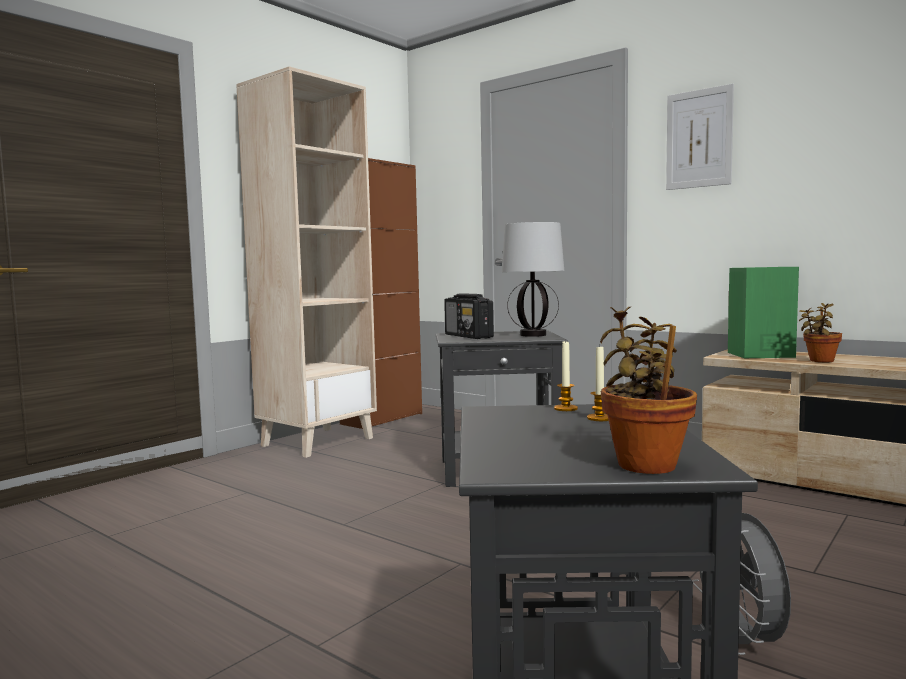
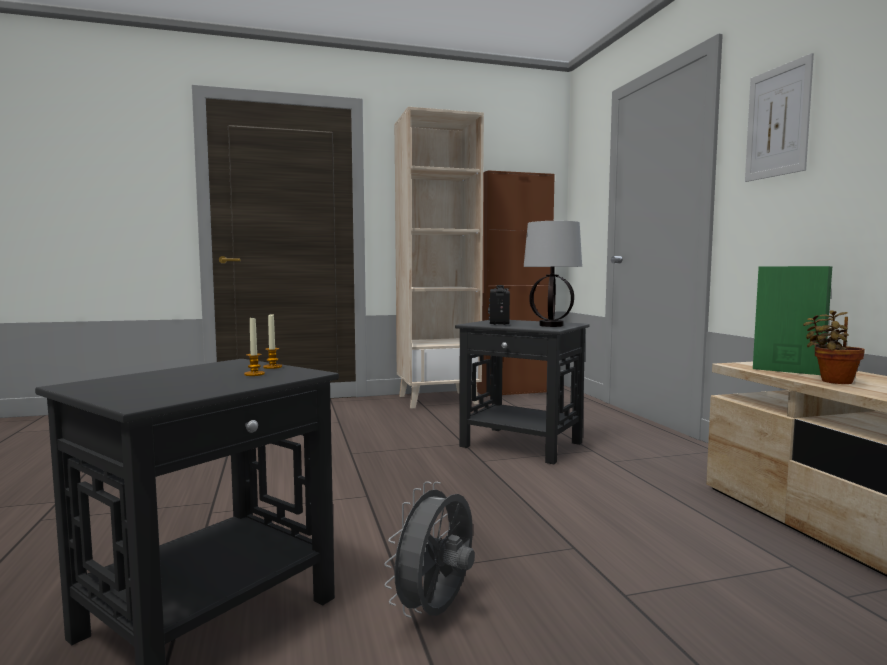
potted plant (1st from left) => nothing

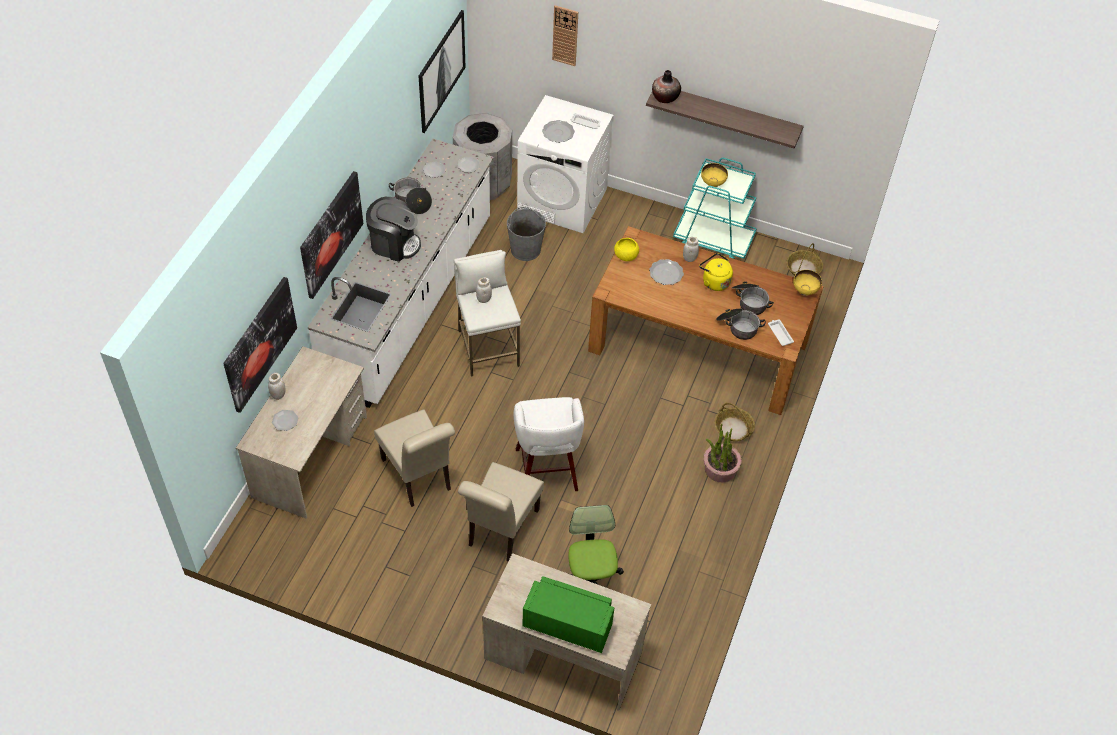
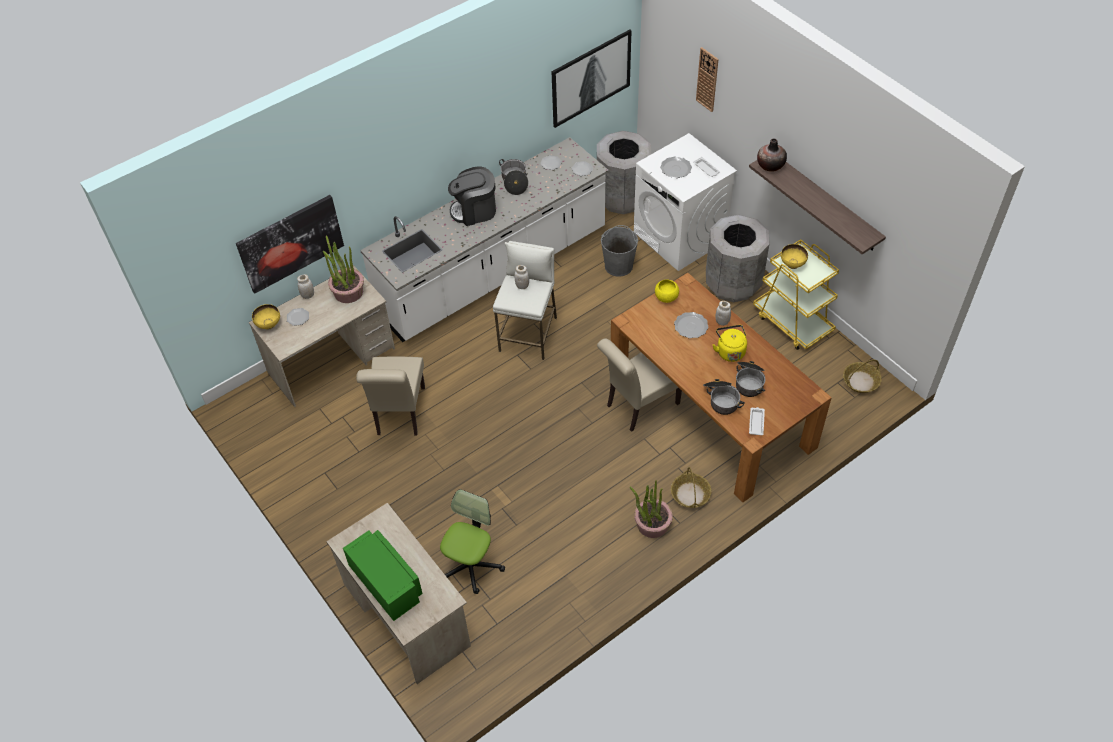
picture (2nd from left) => nothing
white stool (2nd from left) => nothing
nothing => potted plant (1st from left)
nothing => grey trash can (2nd from left)
beige chair (2nd from left), moved
yellow bowl (3rd from left in the first image) => yellow bowl (1st from left), moved
turquoise cart => yellow cart
coffee machine, 120 degrees clockwise

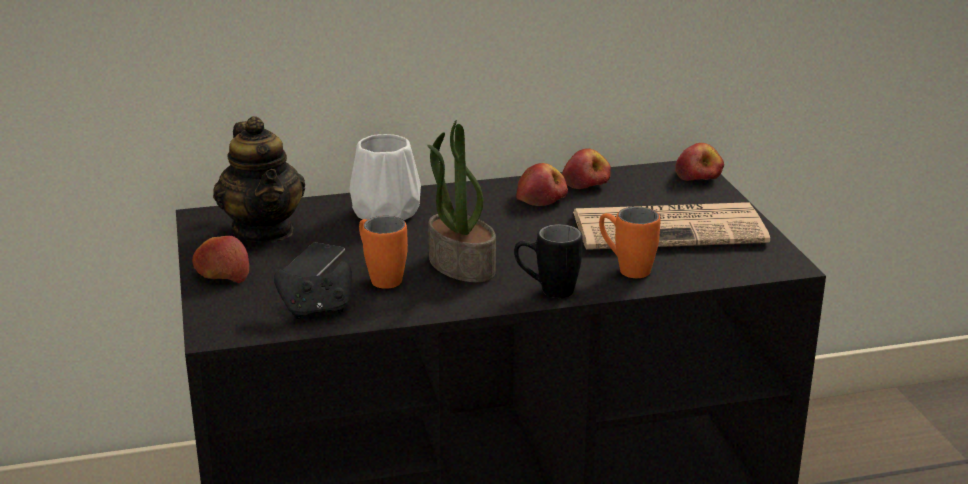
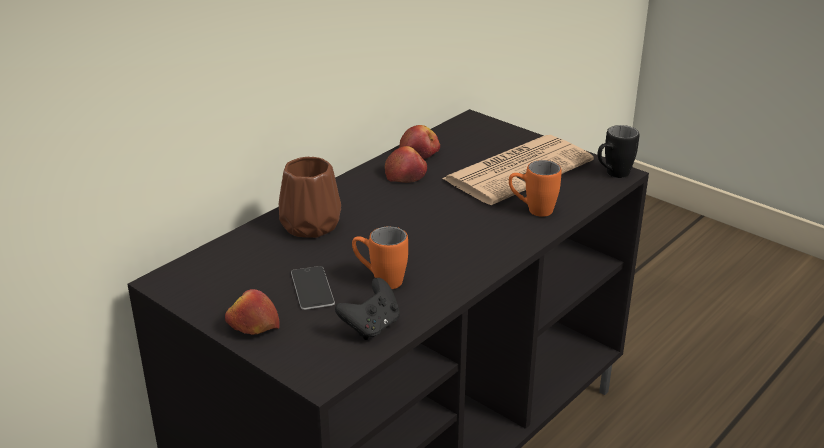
teapot => nothing
potted plant => nothing
apple (4th from left) => nothing
black mug, moved
white vase => brown vase

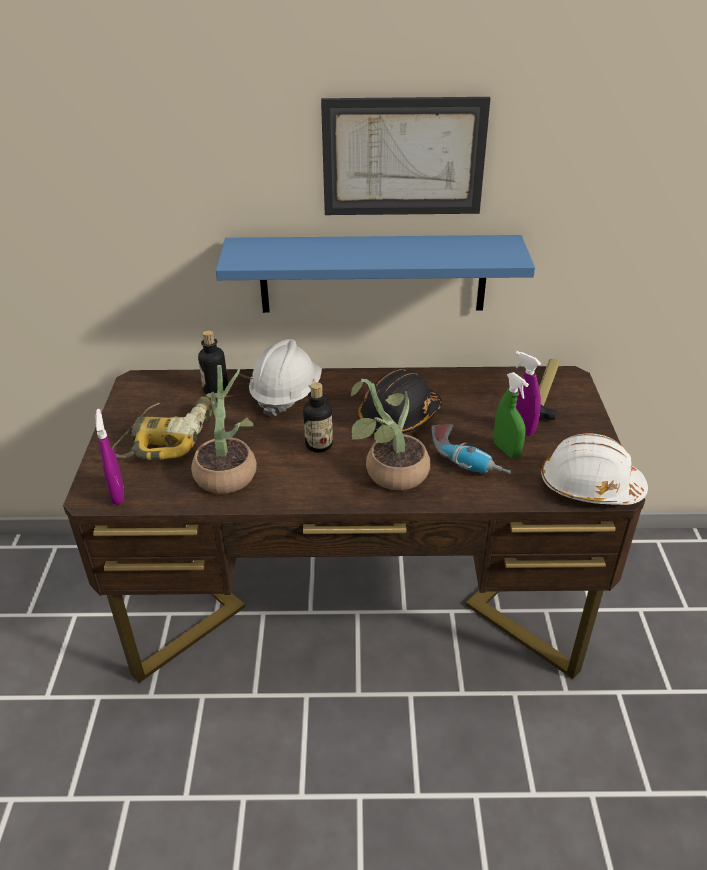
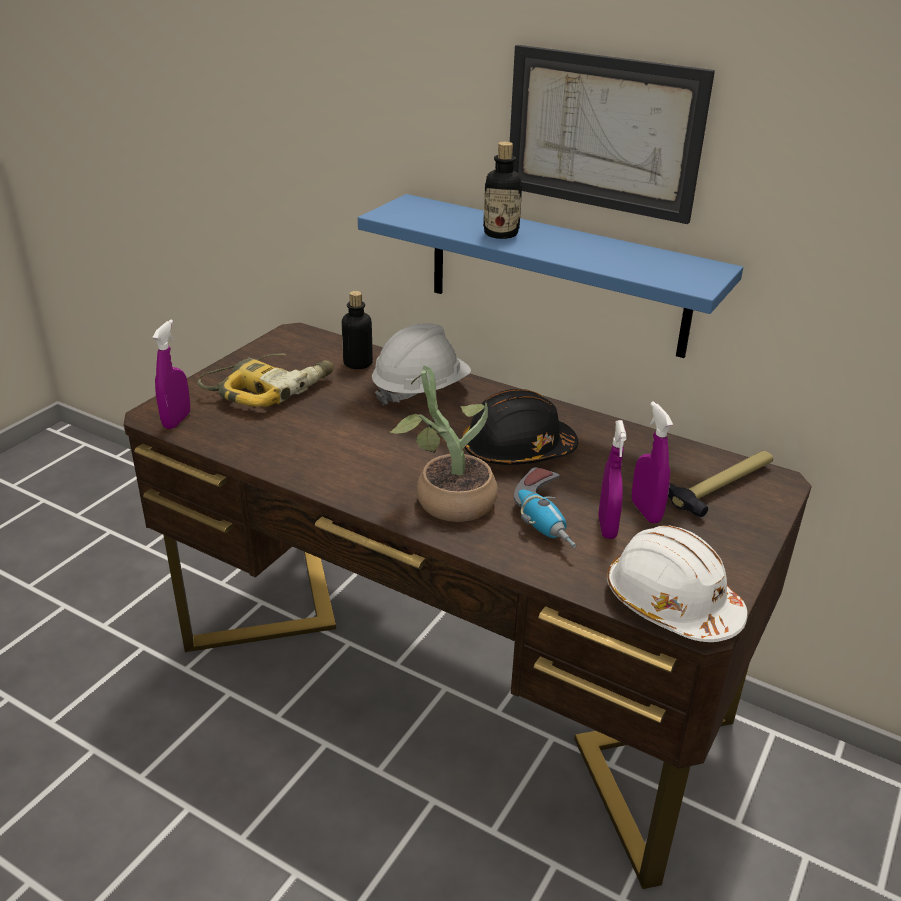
potted plant (1st from left) => nothing
bottle (2nd from left), moved
green spray bottle => purple spray bottle (2nd from left)

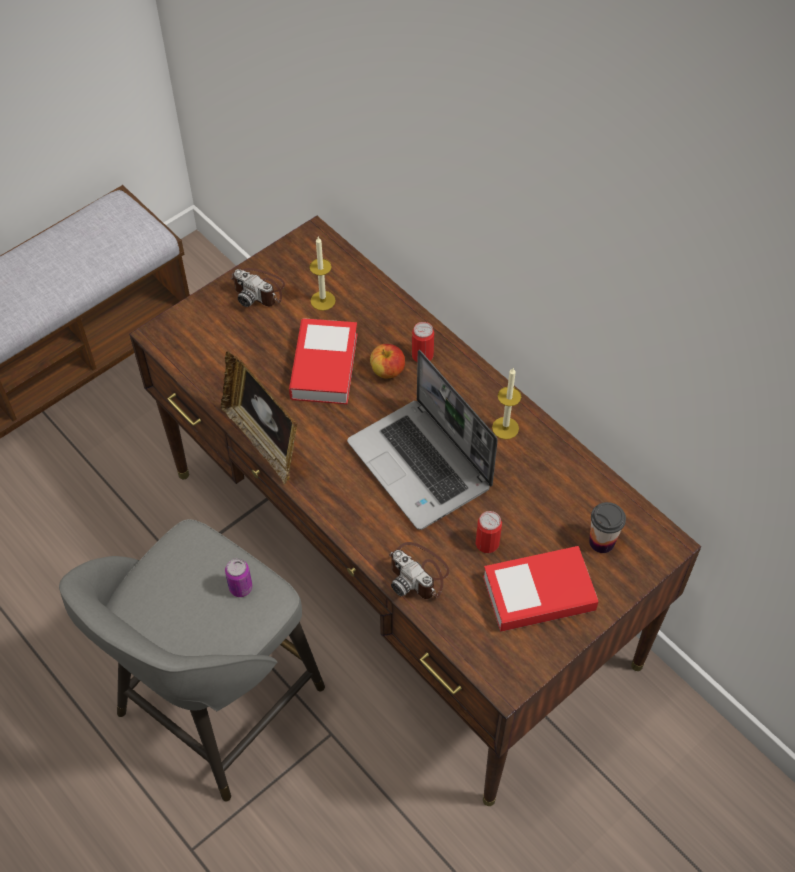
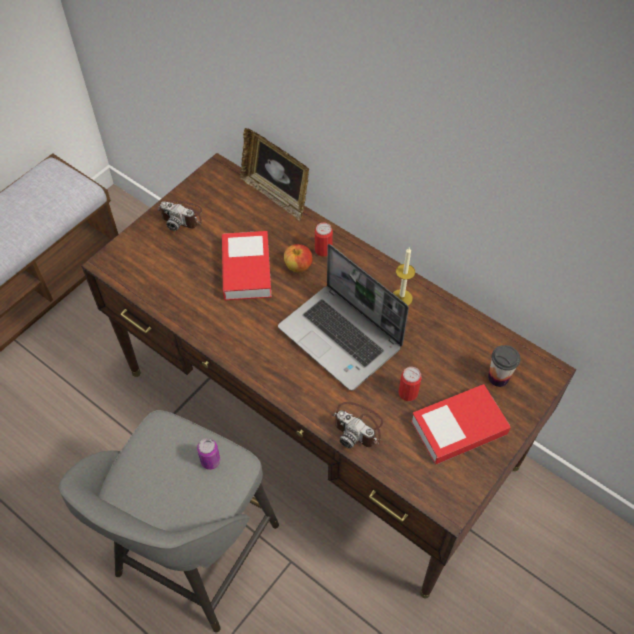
candle (1st from left) => nothing
picture frame, moved

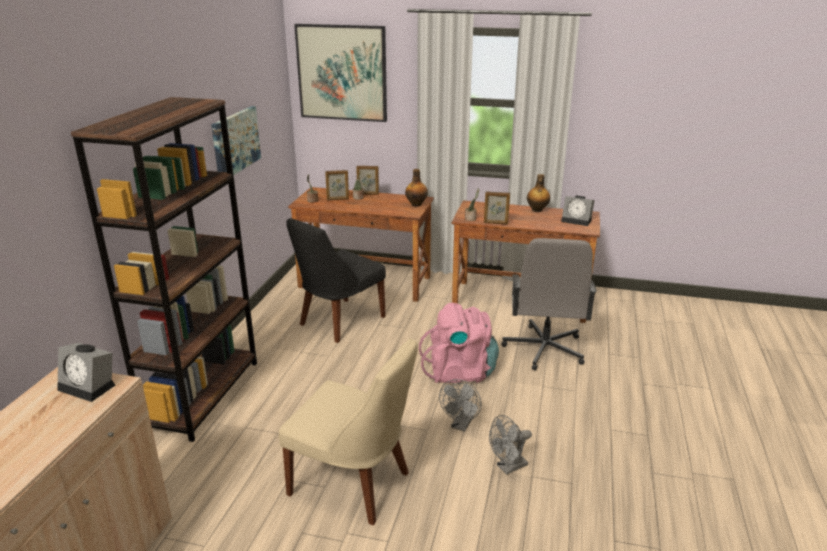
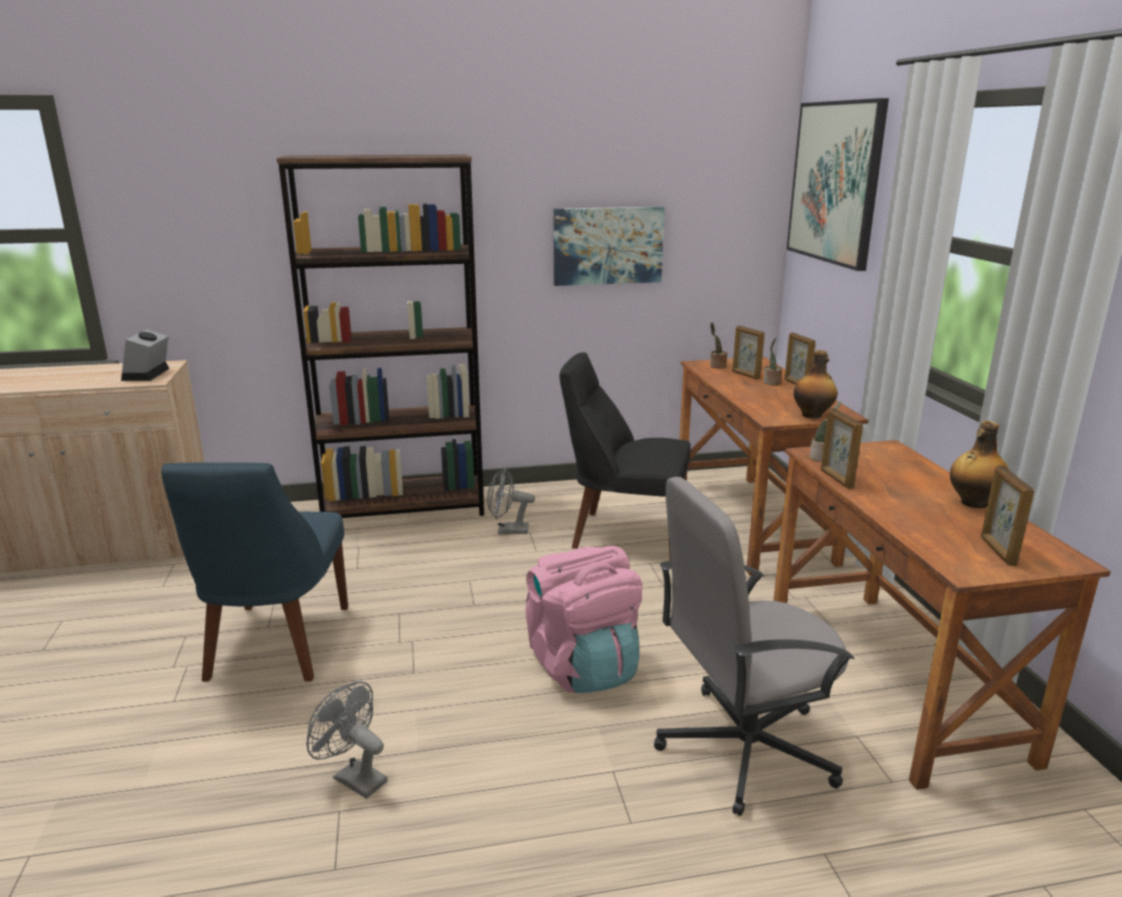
grey fan (1st from left in the first image) => grey fan (2nd from left), moved
alarm clock (2nd from left) => picture frame (4th from left)
beige chair => blue chair

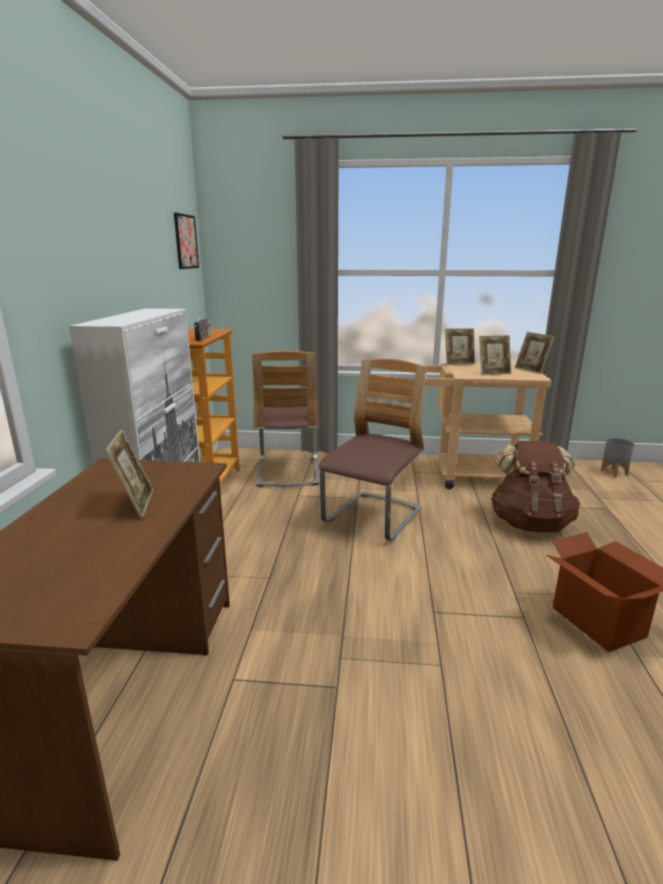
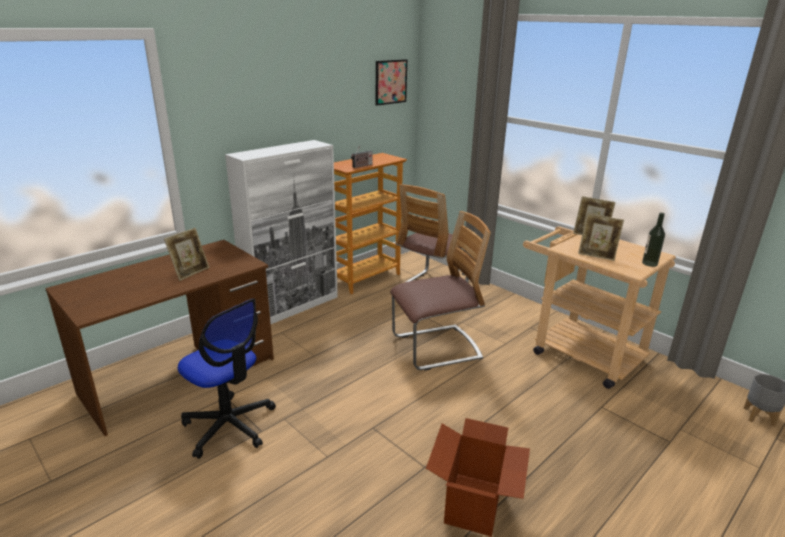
brown backpack => nothing
nothing => office chair
picture frame (4th from left) => bottle

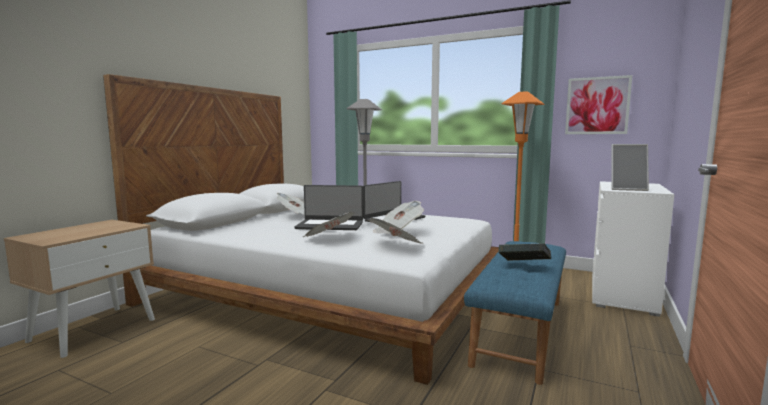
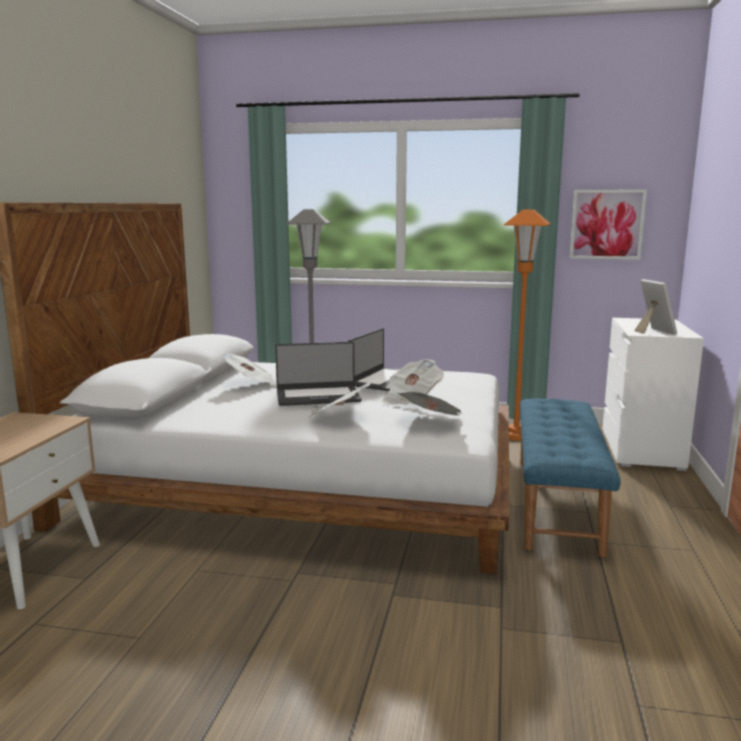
book => nothing
picture frame, 105 degrees counterclockwise

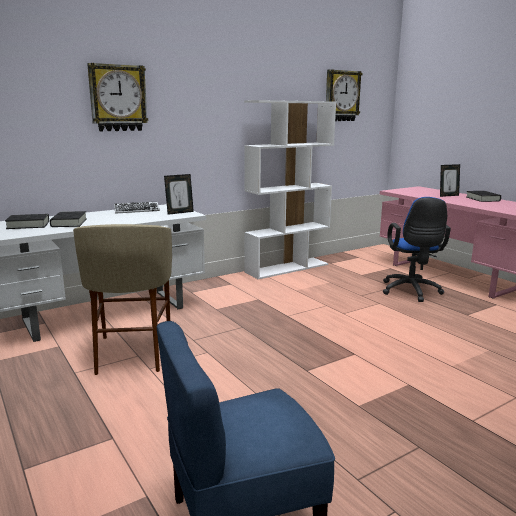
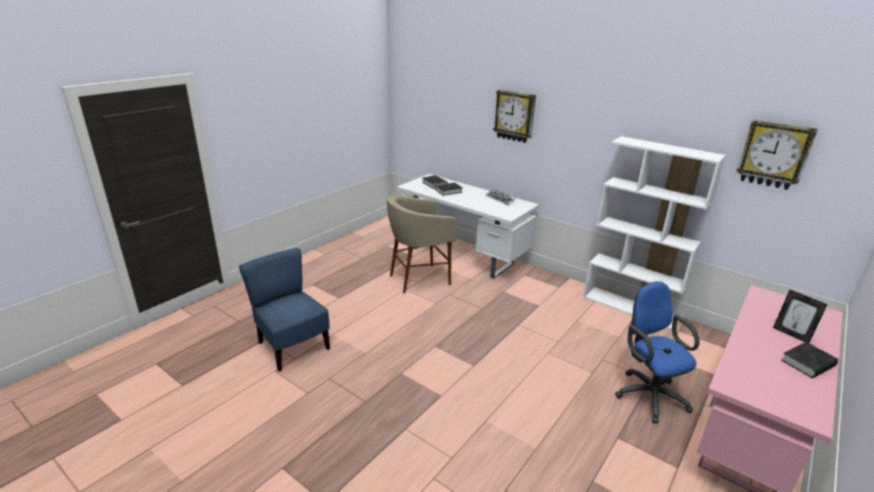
picture frame (1st from left) => nothing
blue office chair, 90 degrees clockwise

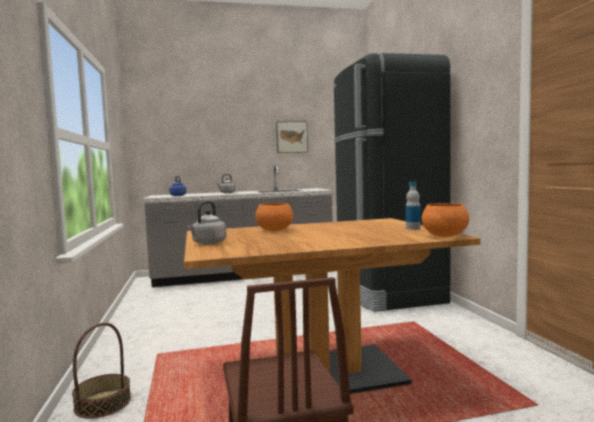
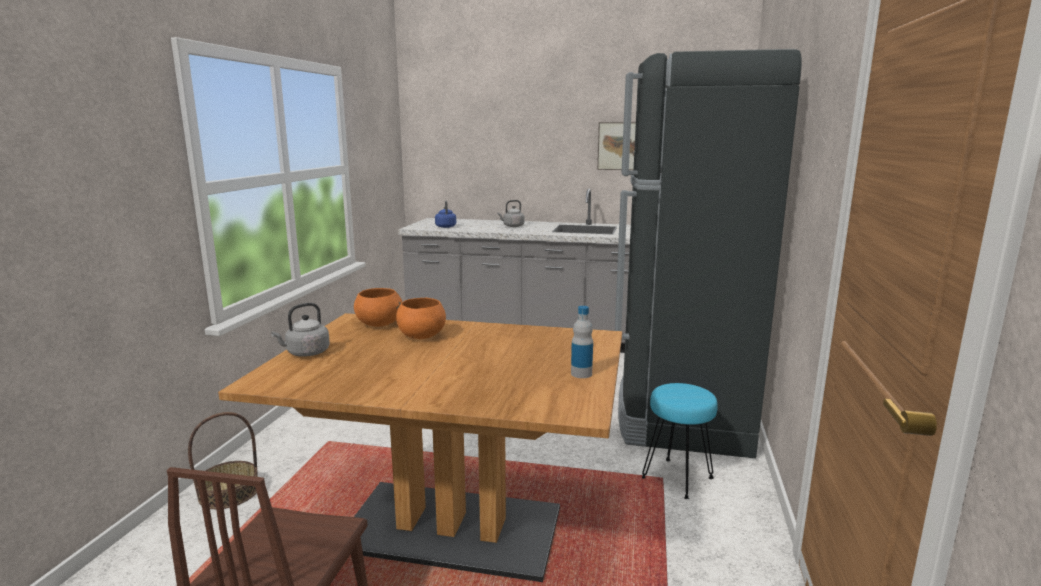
nothing => turquoise stool
orange bowl (2nd from left in the first image) => orange bowl (1st from left), moved

